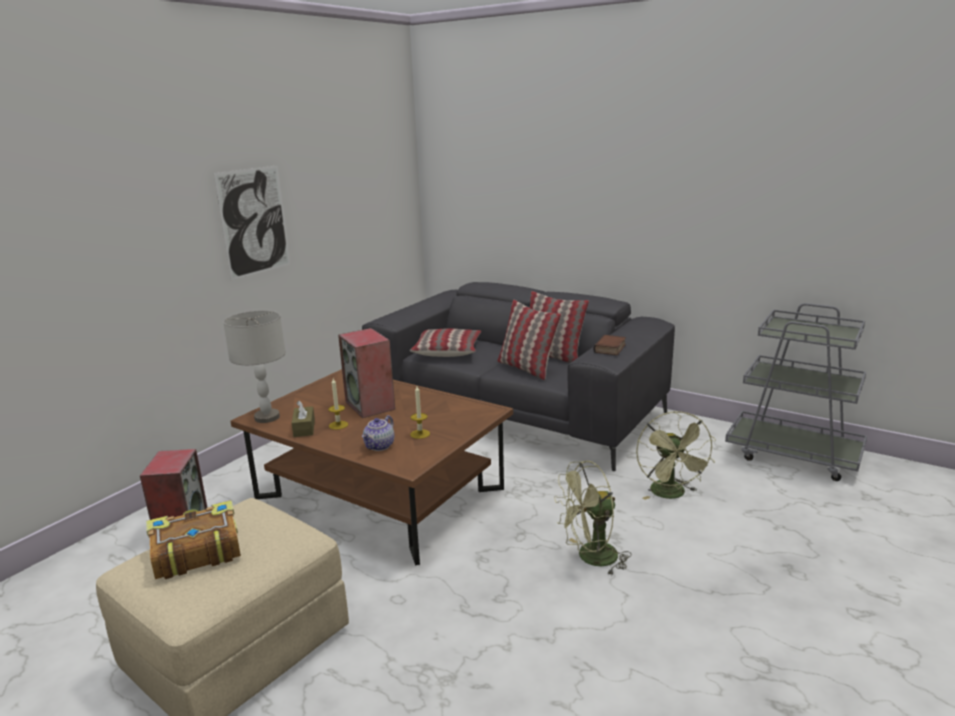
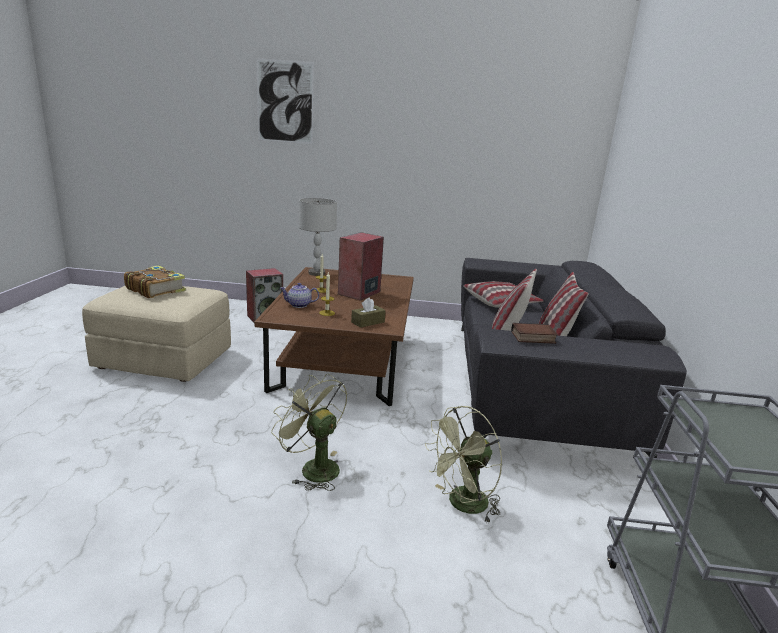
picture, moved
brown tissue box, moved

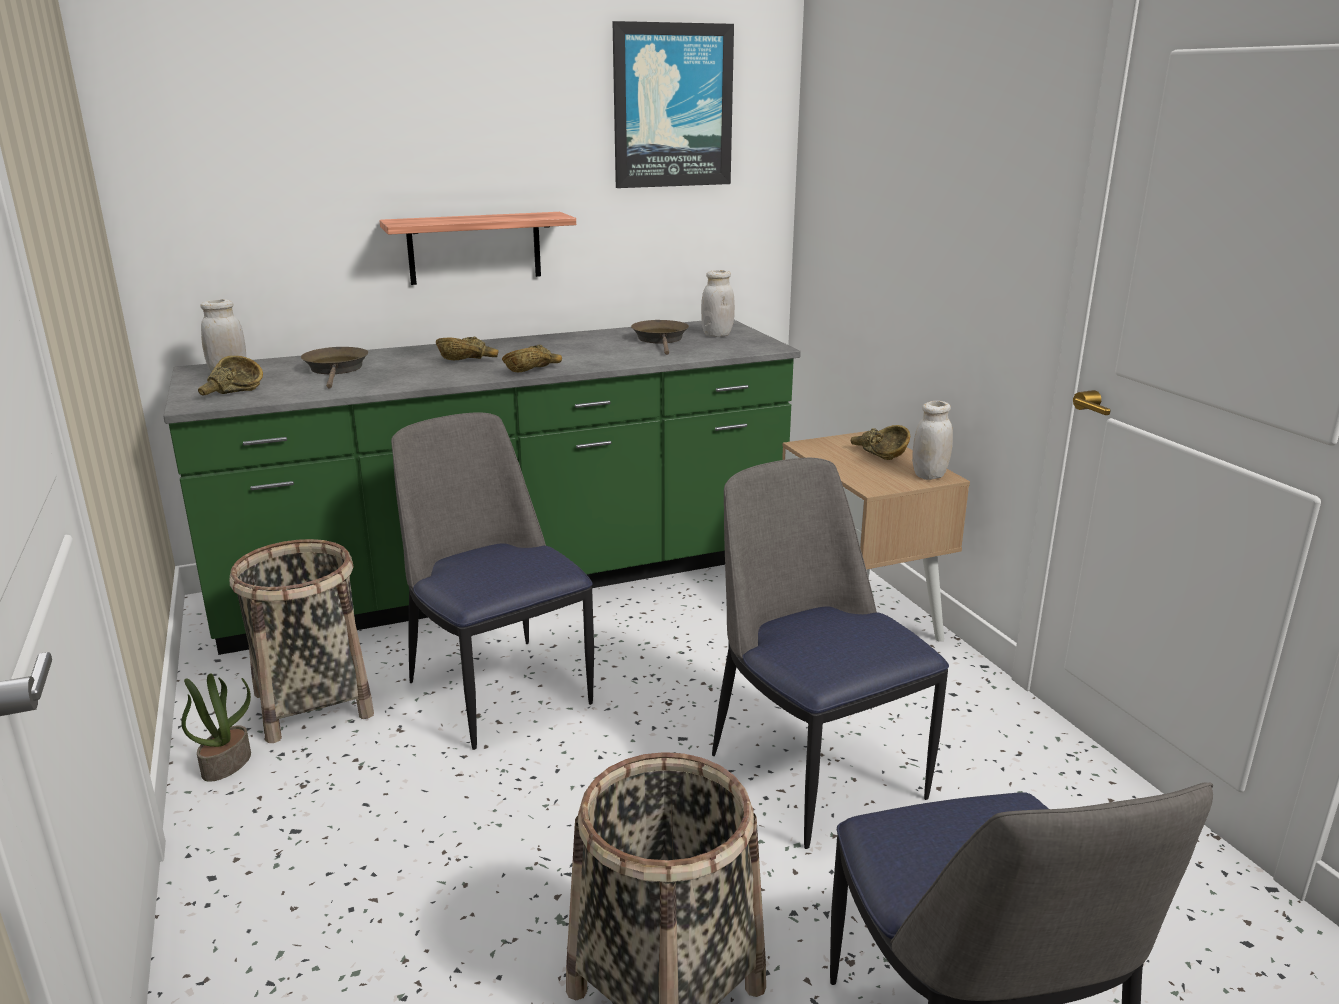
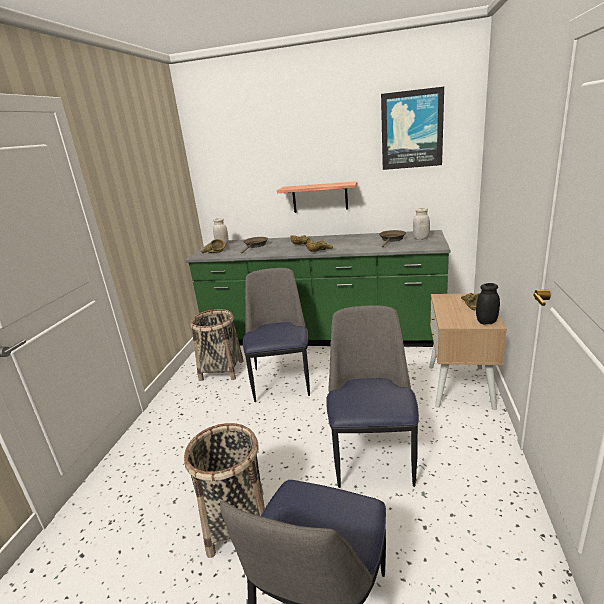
potted plant => nothing
white jar (3rd from left) => black jar

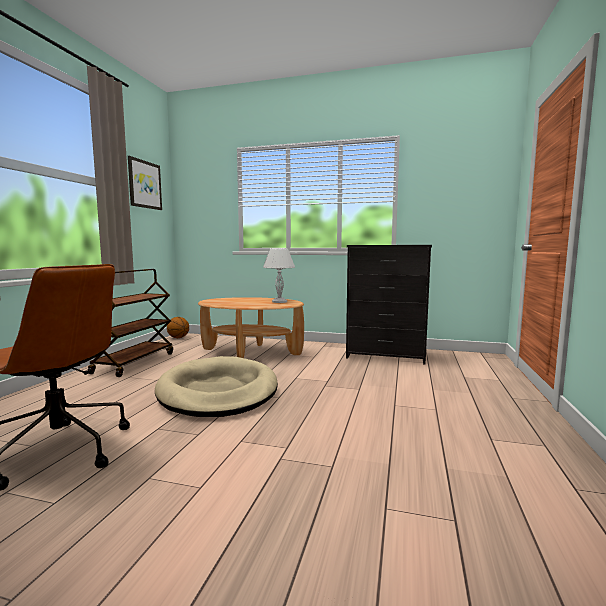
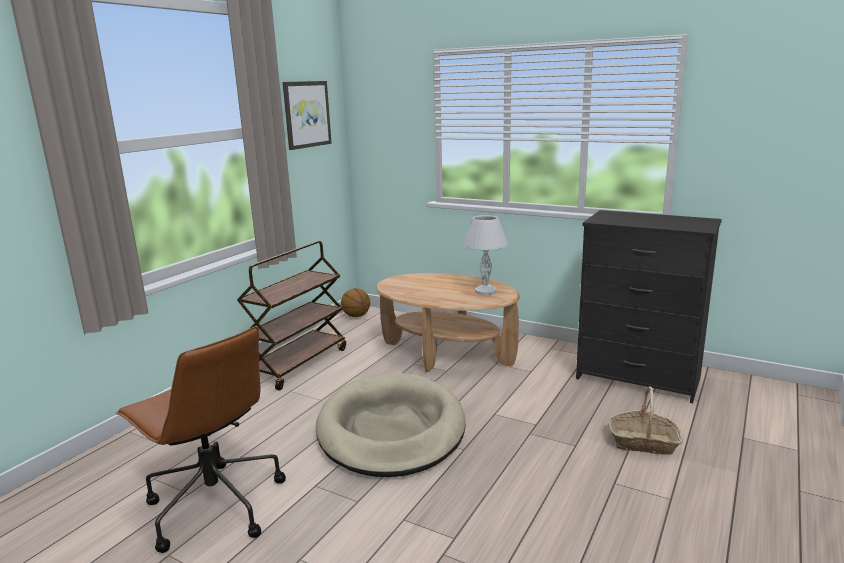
nothing => basket

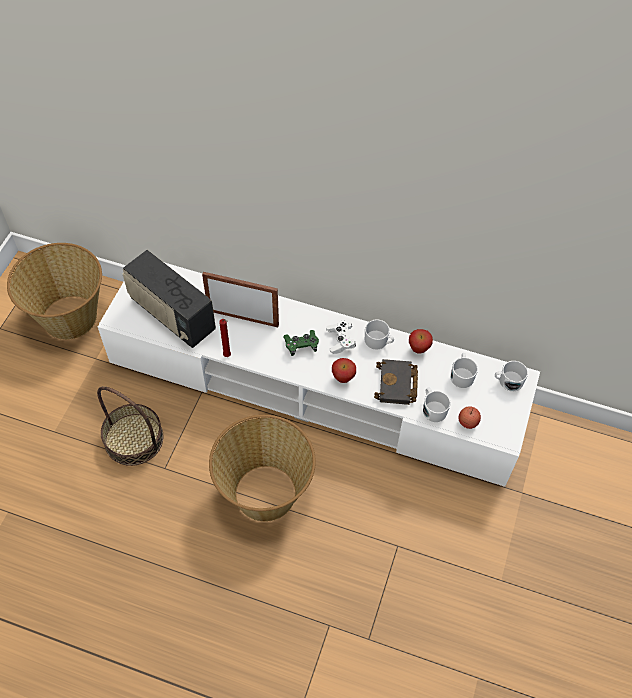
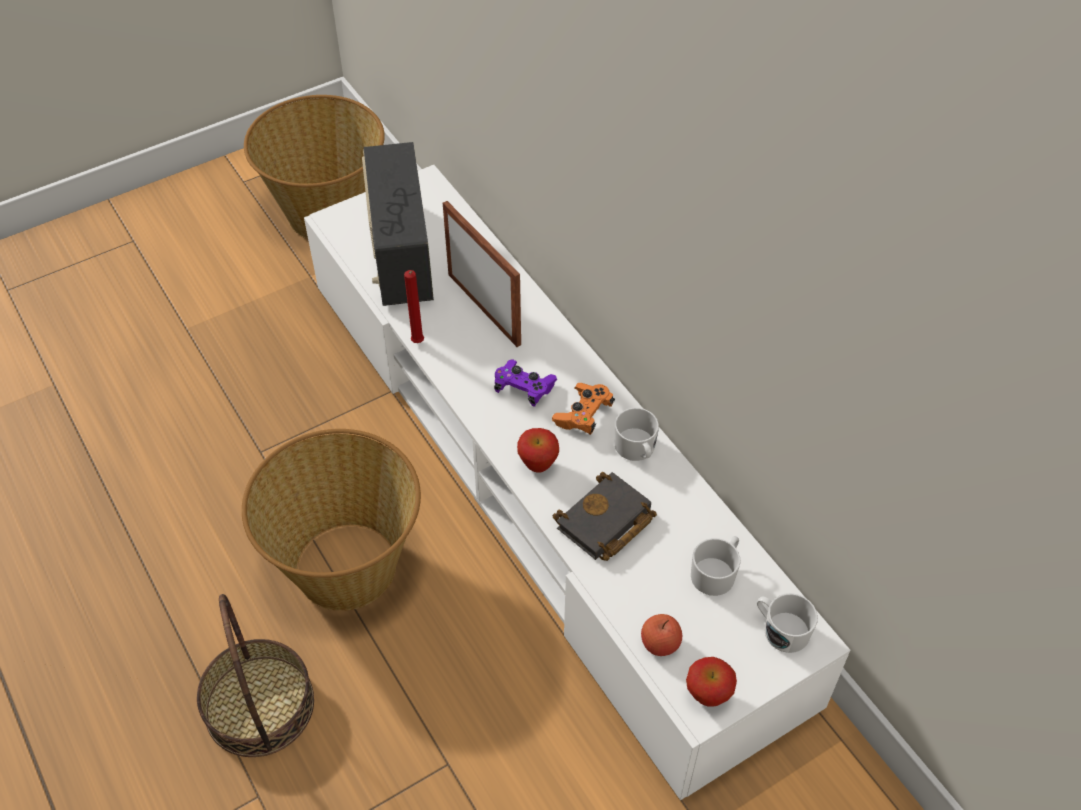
white mug (2nd from left) => nothing
basket (2nd from left in the first image) => basket (1st from left), moved
apple (2nd from left in the first image) => apple (3rd from left), moved
green game controller => purple game controller
white game controller => orange game controller

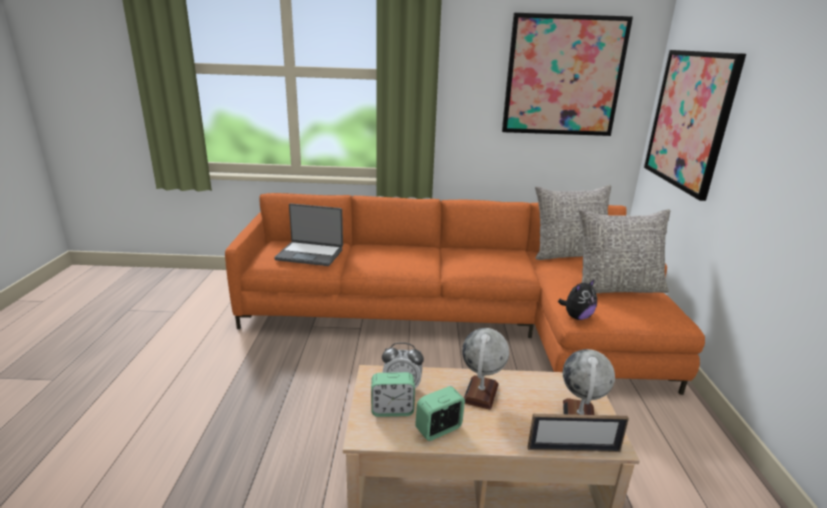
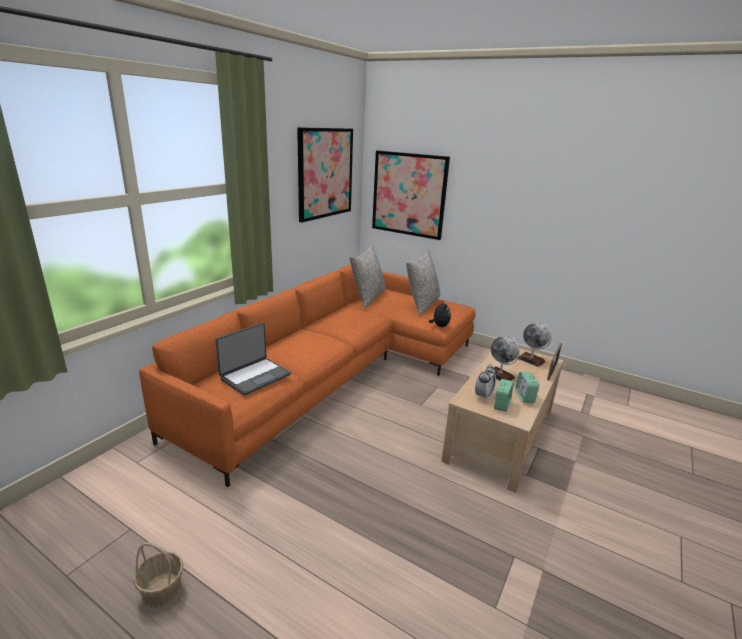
nothing => basket

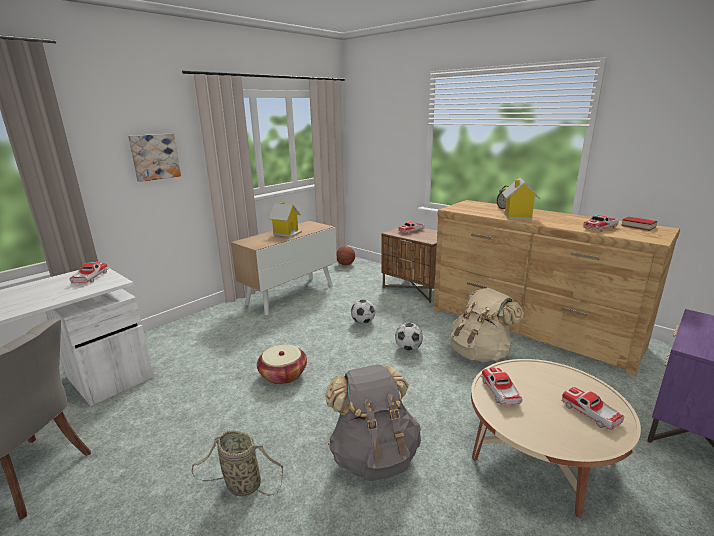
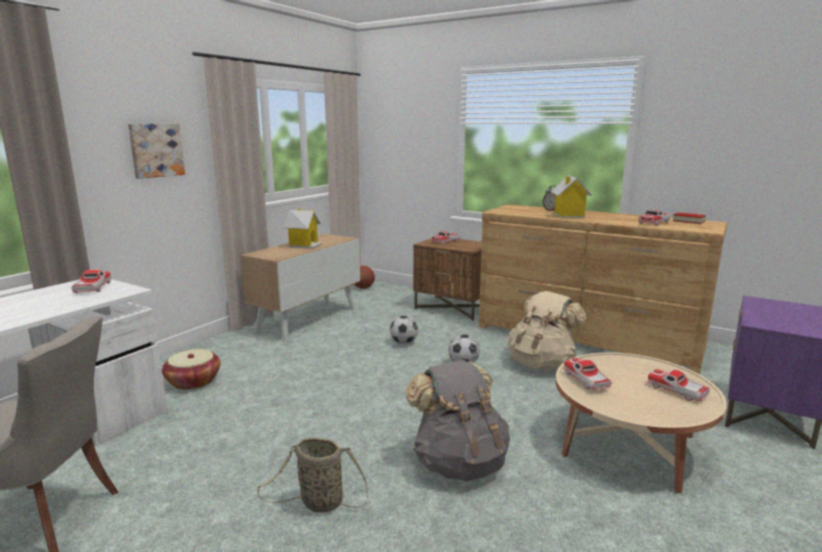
basket (2nd from left in the first image) => basket (1st from left), moved

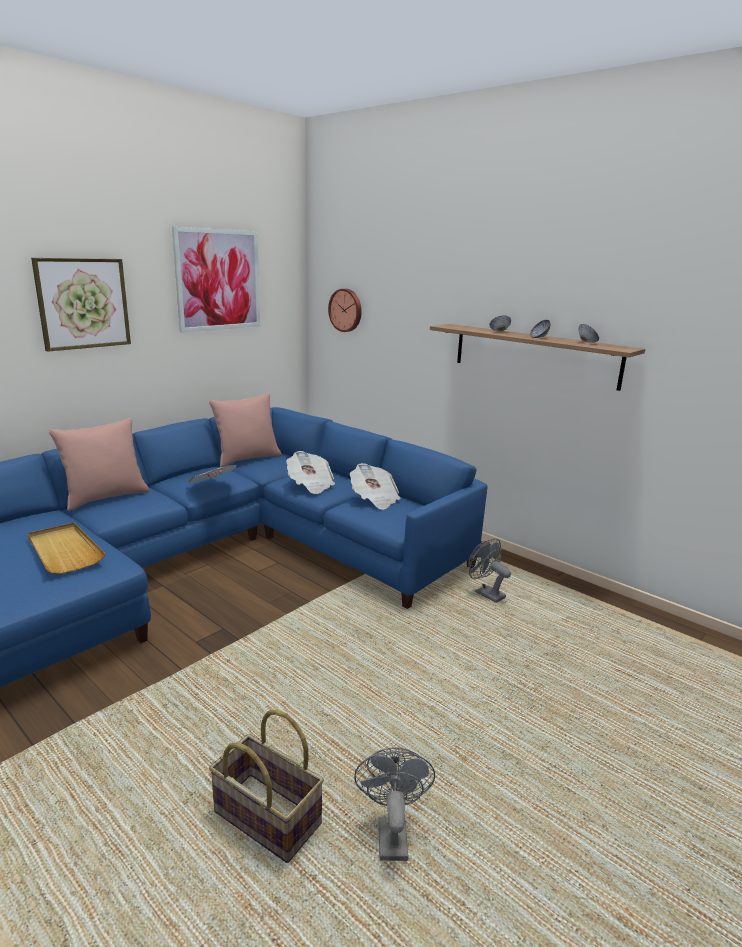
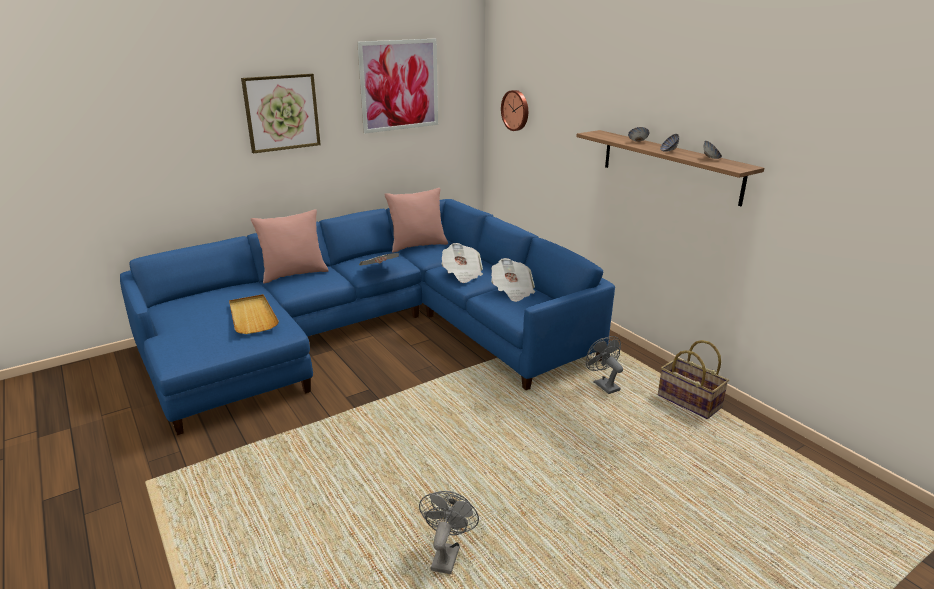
basket, moved

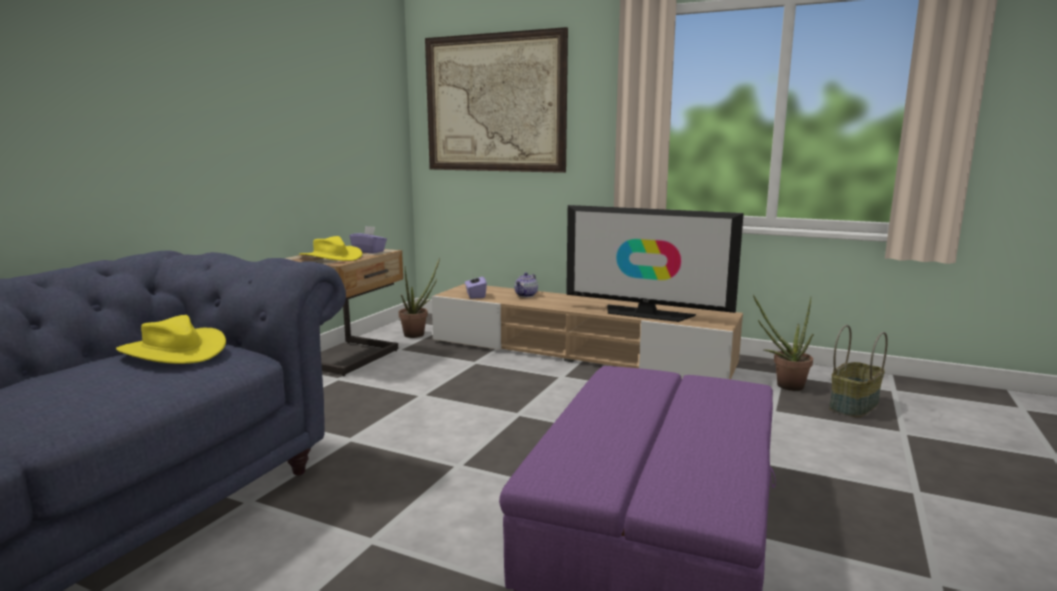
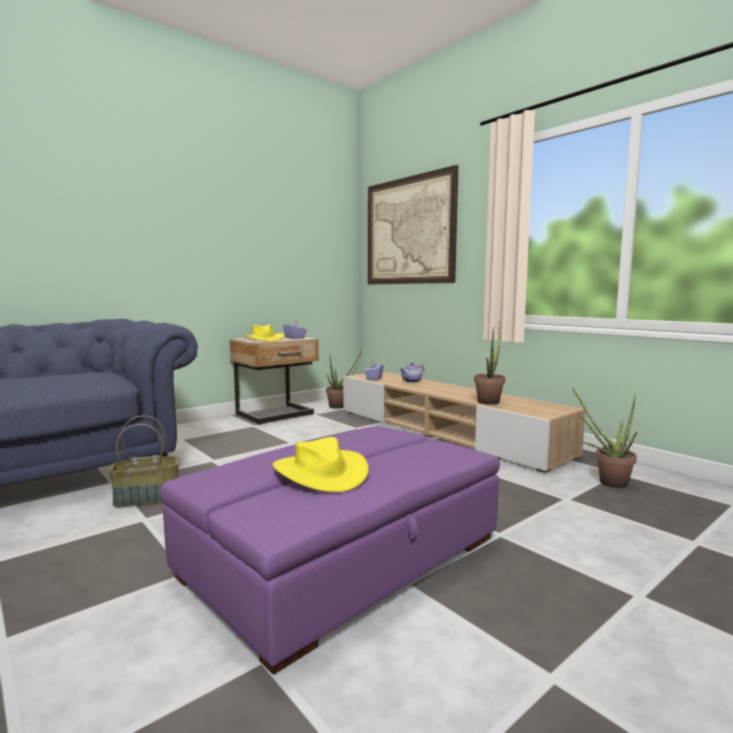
yellow hat (1st from left in the first image) => yellow hat (2nd from left), moved
basket, moved
television => potted plant (2nd from left)

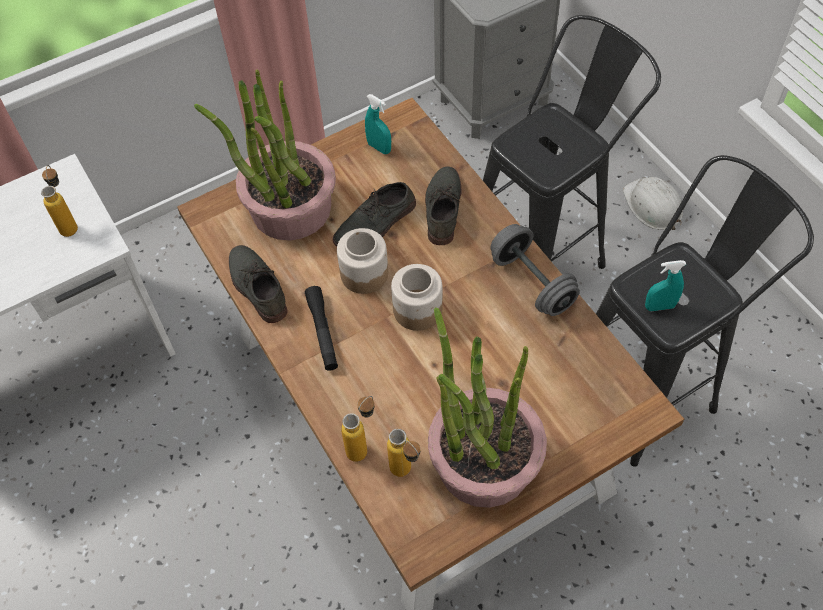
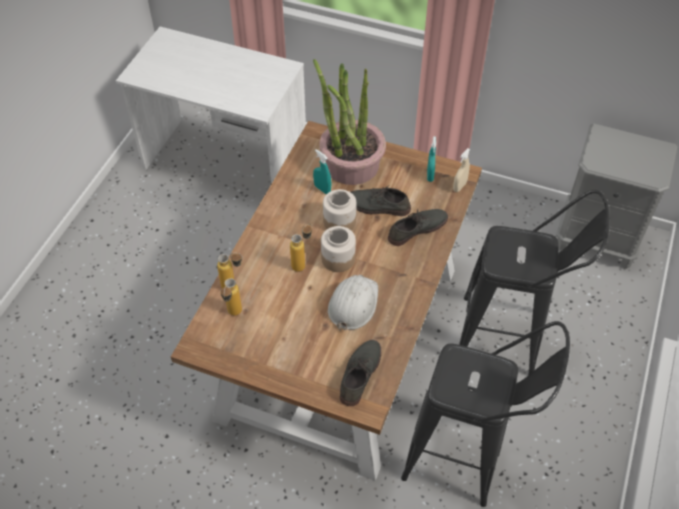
black flashlight => nothing
potted plant (2nd from left) => nothing
grey dumbbell => nothing
nothing => beige spray bottle
bottle (1st from left in the first image) => bottle (3rd from left), moved
grey shoe (1st from left), moved
white hard hat, moved
turquoise spray bottle (2nd from left in the first image) => turquoise spray bottle (1st from left), moved

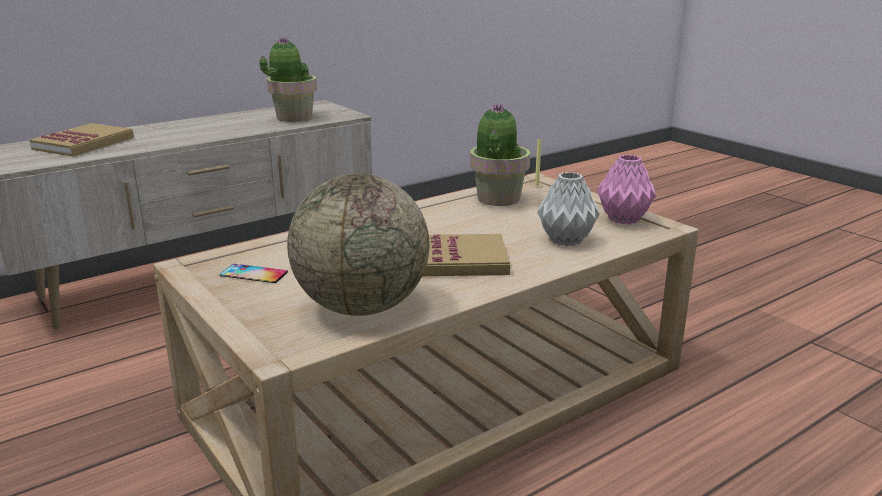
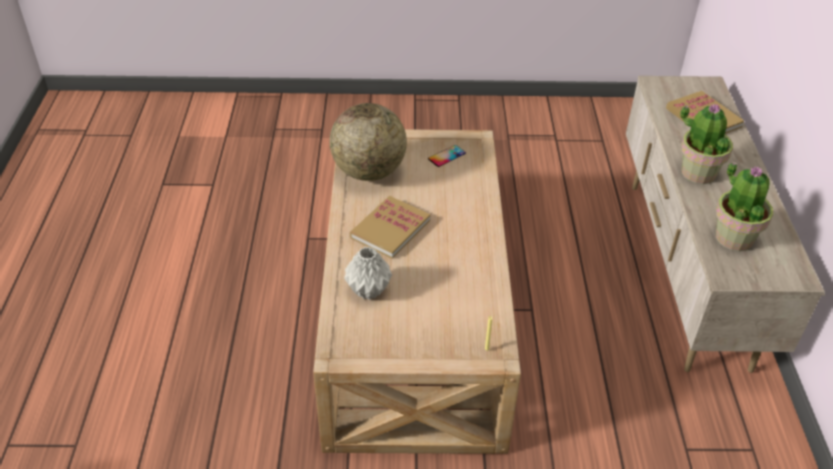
pink vase => nothing
potted plant (2nd from left in the first image) => potted plant (1st from left), moved

